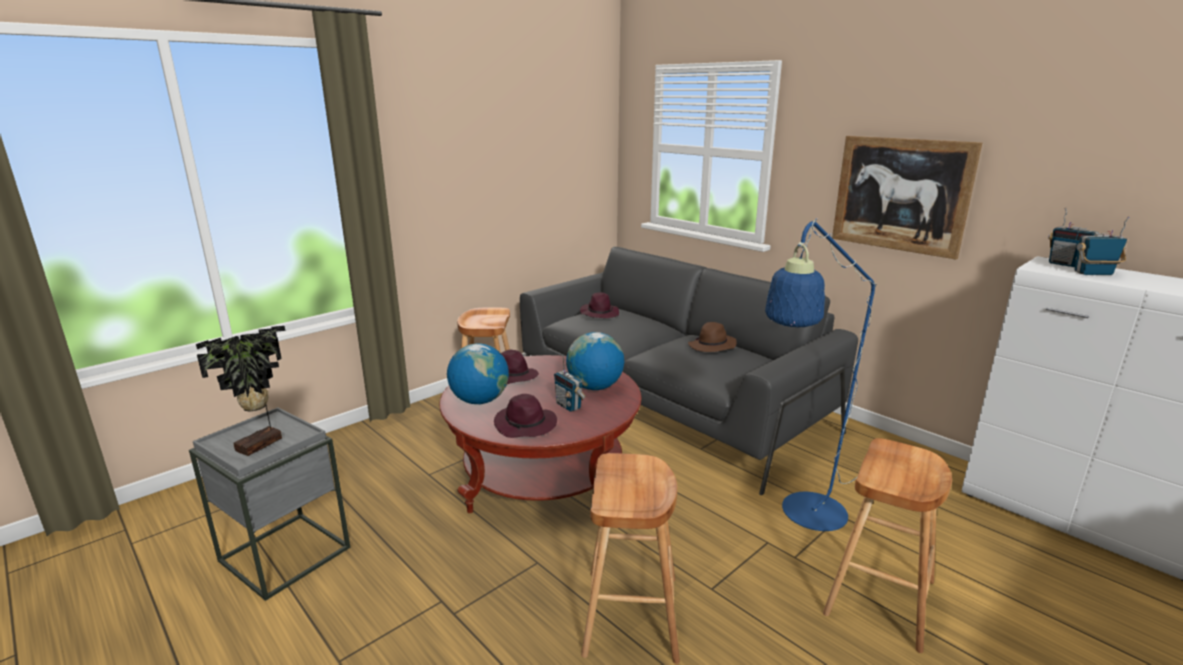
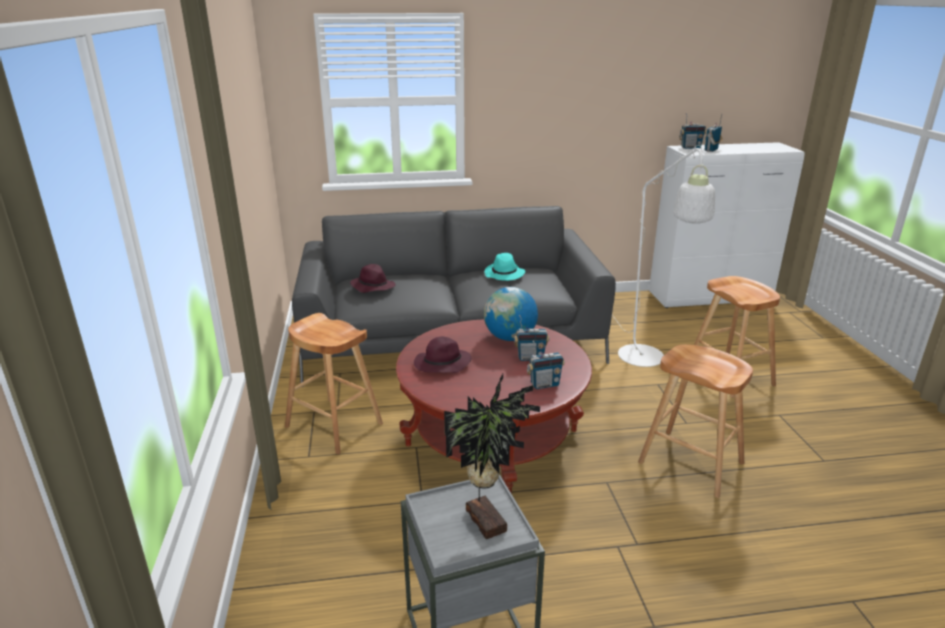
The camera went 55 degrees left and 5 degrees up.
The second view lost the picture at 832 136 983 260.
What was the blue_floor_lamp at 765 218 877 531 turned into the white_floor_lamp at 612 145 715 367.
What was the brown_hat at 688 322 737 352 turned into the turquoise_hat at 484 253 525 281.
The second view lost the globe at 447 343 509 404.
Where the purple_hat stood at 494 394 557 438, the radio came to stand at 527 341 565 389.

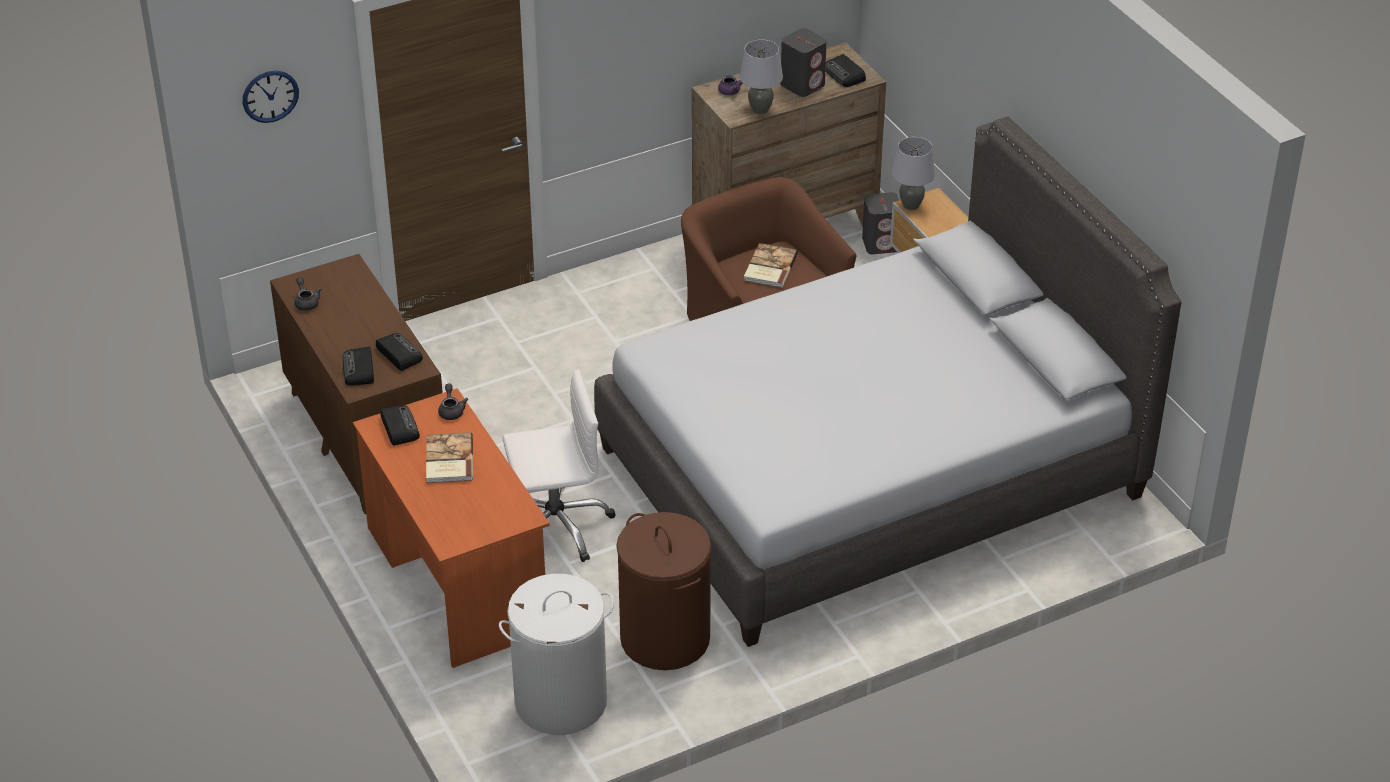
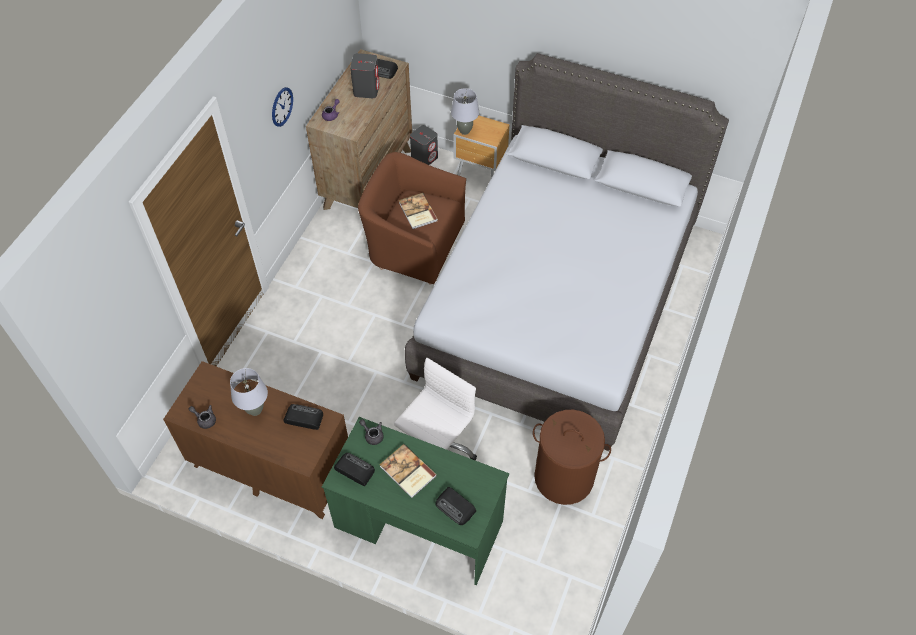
The camera went 40 degrees left and 15 degrees up.
The grey_table_lamp ended up elsewhere, having gone from 739 40 783 114 to 230 368 268 416.
The wall_clock ended up elsewhere, having gone from 243 71 299 123 to 272 87 293 127.
The radio ended up elsewhere, having gone from 343 347 374 385 to 435 487 476 525.
What was the orange_desk at 353 388 550 668 turned into the green_desk at 322 417 509 585.
The second view lost the white_laundry_basket at 499 574 614 735.

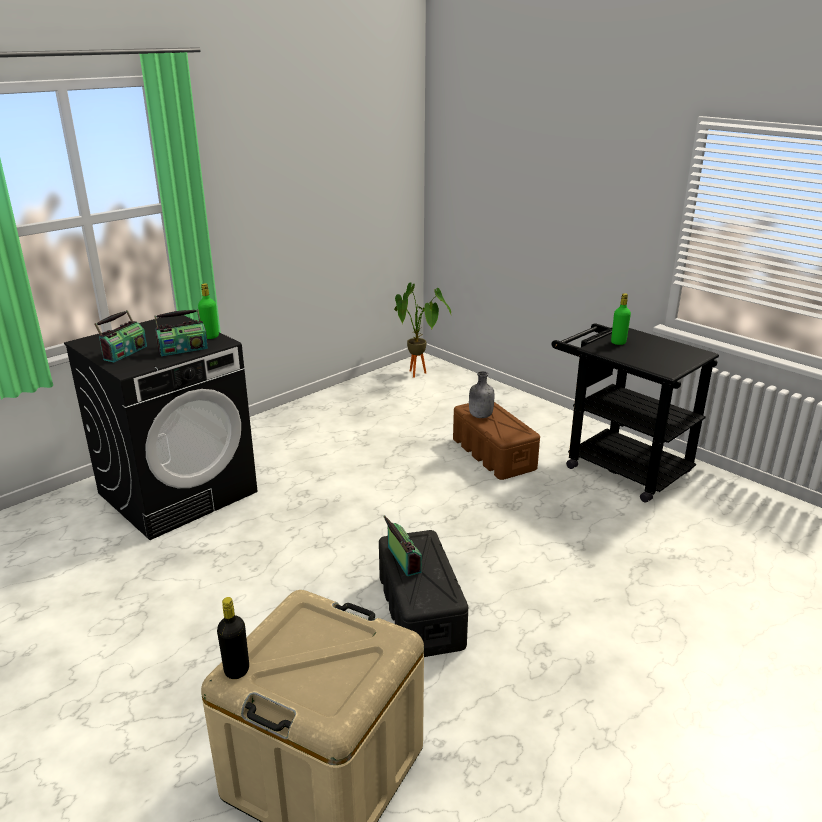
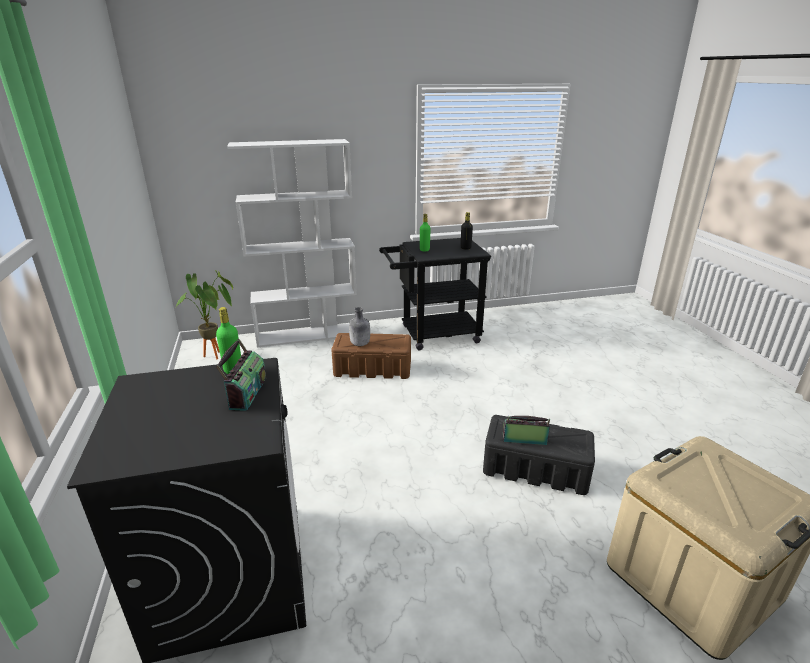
The camera went 60 degrees left and 0 degrees up.
The second view lost the radio at 94 310 147 362.
The black_bottle ended up elsewhere, having gone from 217 597 249 679 to 461 212 473 250.
The second view gained the white_bookcase at 227 139 357 347.

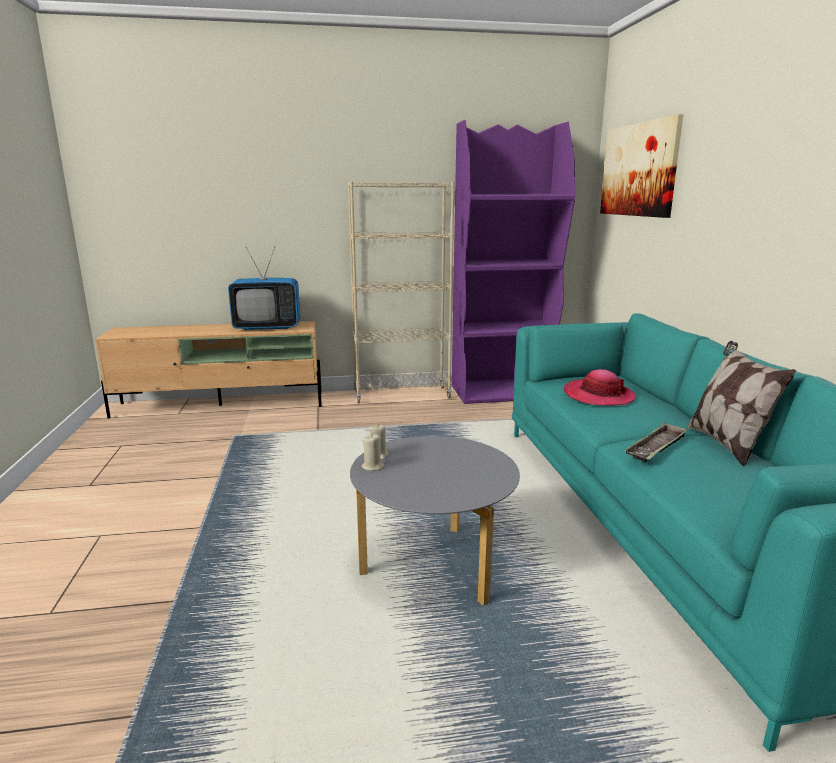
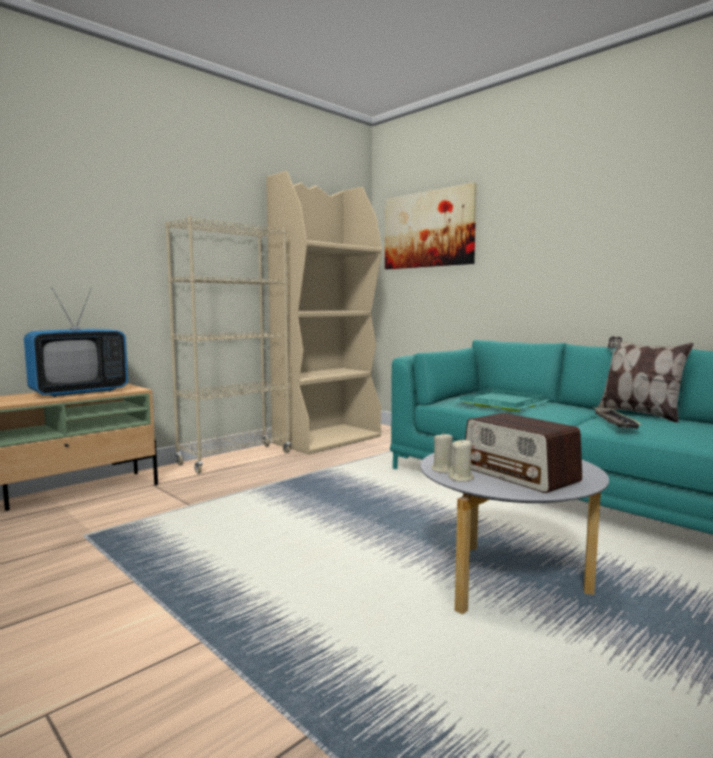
The camera went 35 degrees left and 10 degrees down.
What was the purple_bookcase at 452 120 575 404 turned into the beige_bookcase at 266 171 382 454.
Where the hat stood at 564 369 636 406, the turquoise_tray came to stand at 456 389 549 411.
The second view gained the radio at 465 413 582 493.

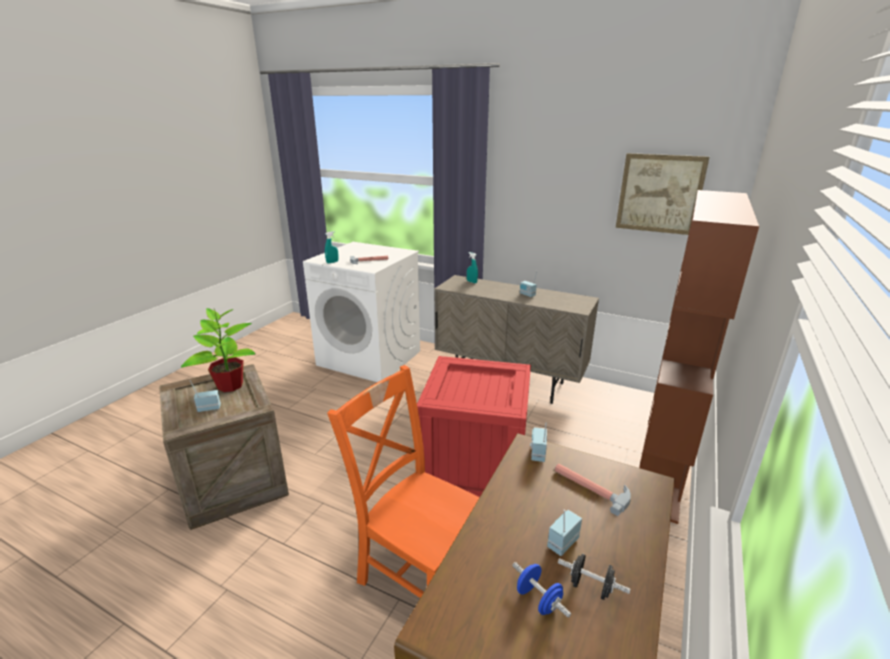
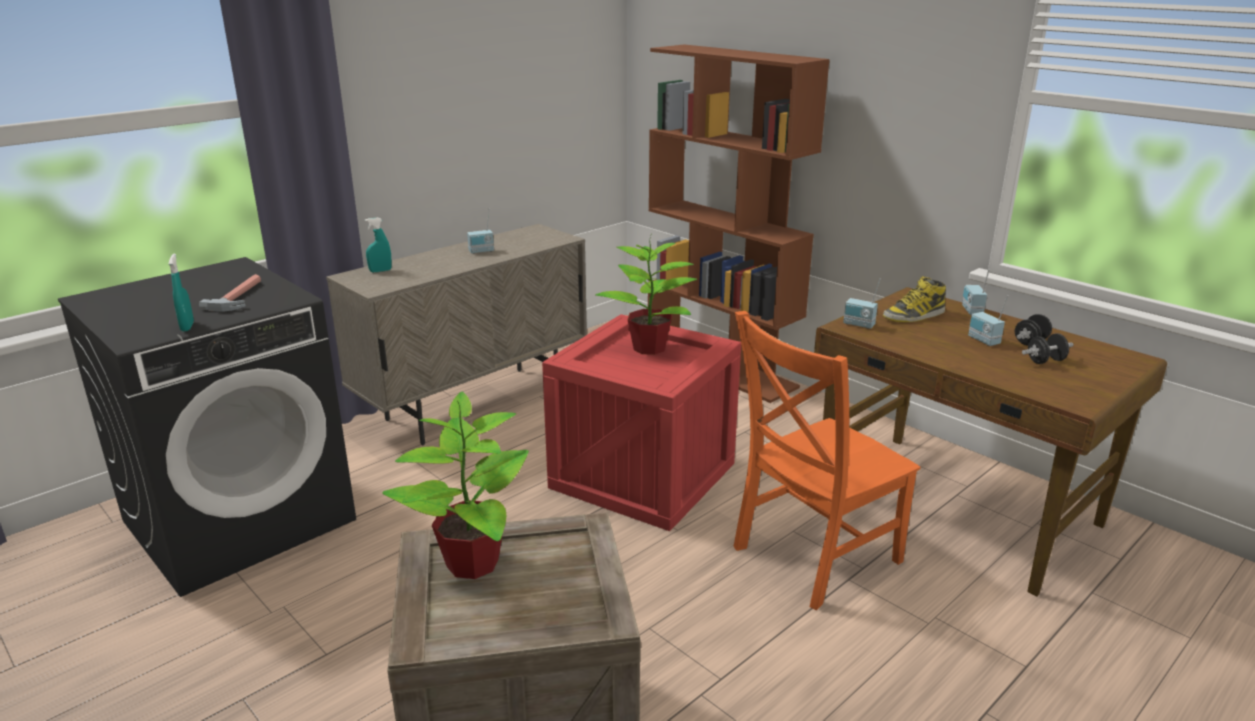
The camera went 70 degrees left and 0 degrees up.
The second view lost the picture at 616 153 709 235.
What was the white_washing_machine at 303 242 420 382 turned into the black_washing_machine at 58 257 356 597.
The radio ended up elsewhere, having gone from 190 380 221 412 to 962 269 990 315.
Where the hammer stood at 555 464 631 516, the boot came to stand at 883 276 946 322.
What was the blue_dumbbell at 512 562 571 618 turned into the black_dumbbell at 1022 333 1074 364.
The second view gained the potted_plant at 595 236 697 355.

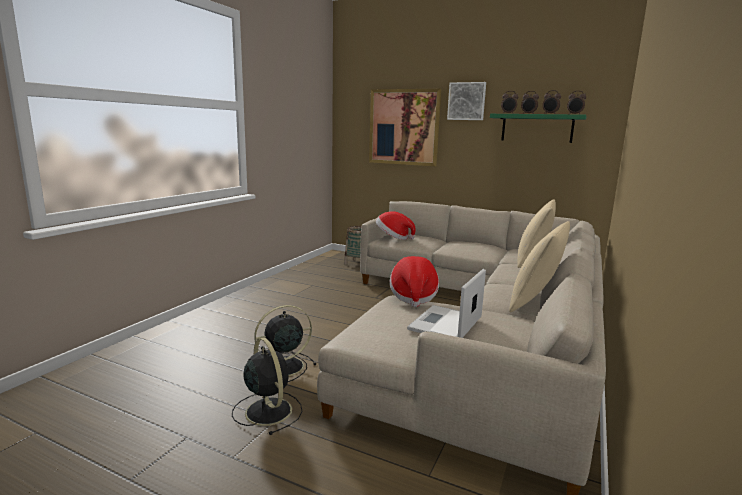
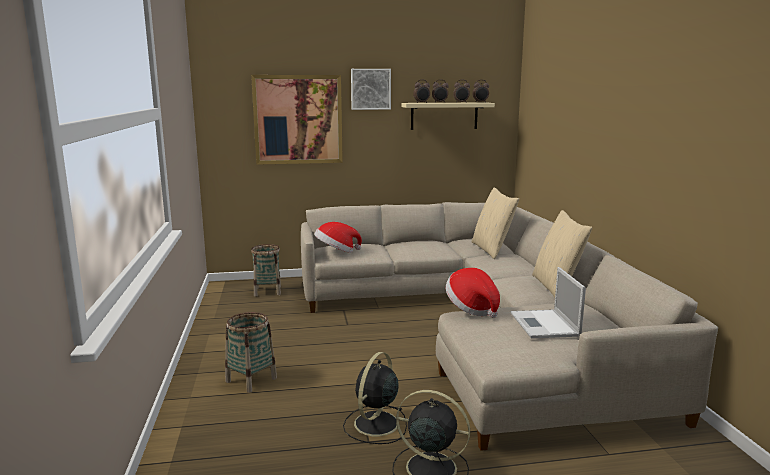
The camera went 35 degrees left and 0 degrees up.
What was the green_shelf at 490 114 587 143 turned into the beige_shelf at 401 103 495 130.
The second view gained the basket at 225 312 277 393.

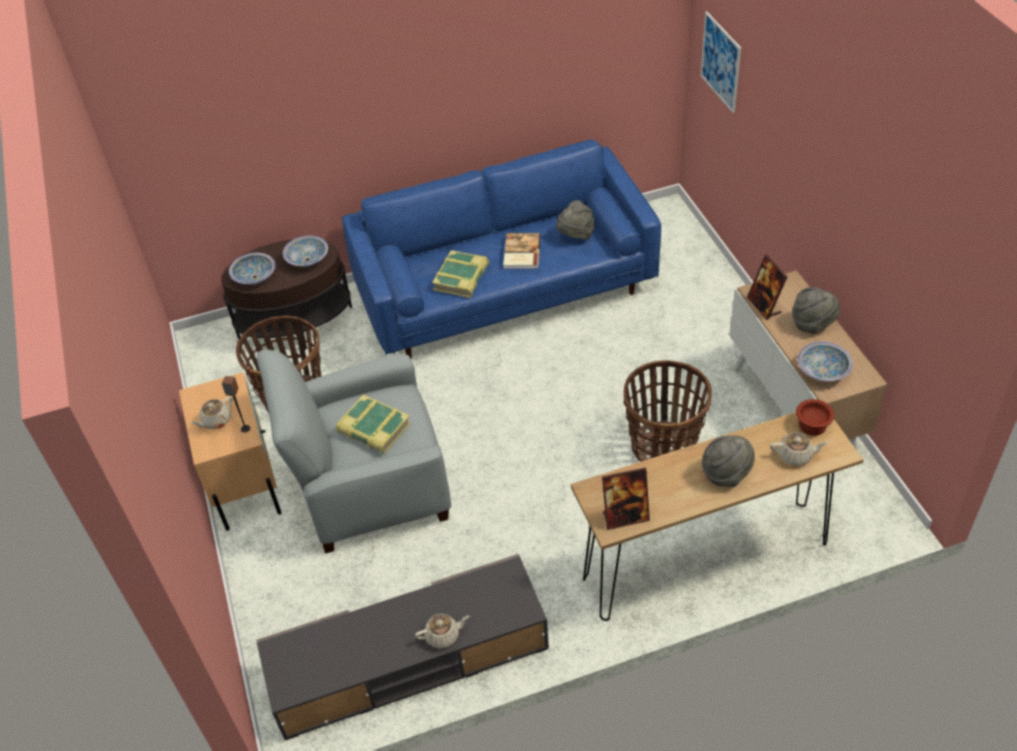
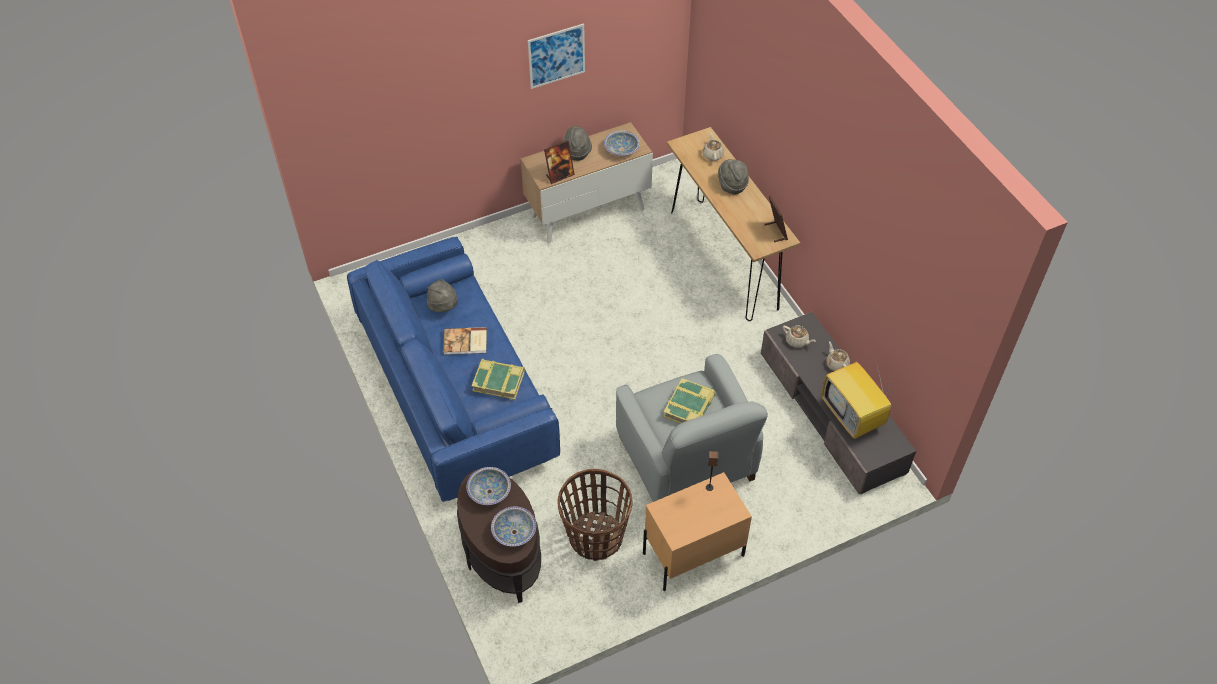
The camera went 100 degrees left and 5 degrees up.
The picture ended up elsewhere, having gone from 701 11 741 113 to 528 23 585 89.
The second view lost the basket at 623 360 712 461.
The beige_teapot ended up elsewhere, having gone from 191 396 233 429 to 783 326 816 348.
The second view lost the brown_bowl at 796 399 834 435.
The second view gained the television at 821 362 894 439.

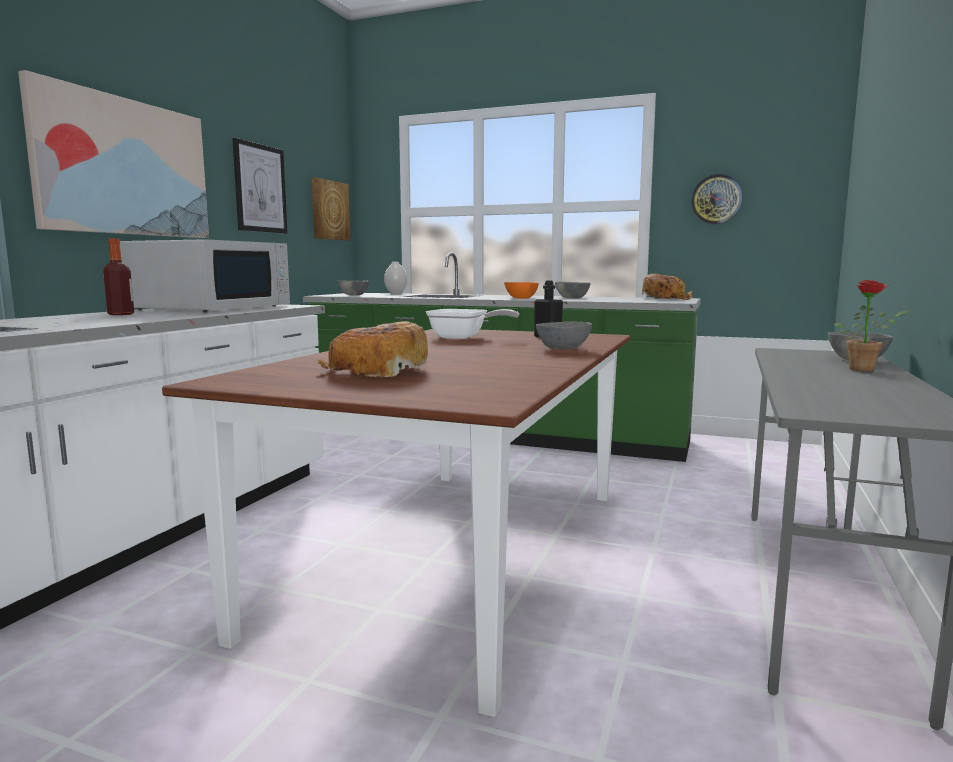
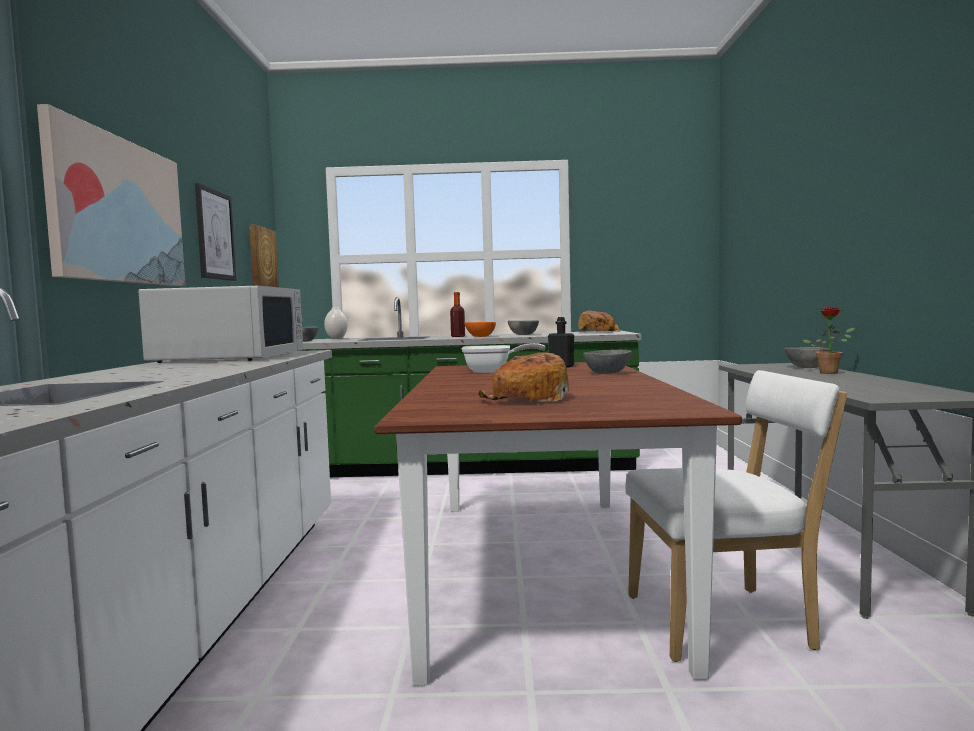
The camera went 20 degrees left and 5 degrees down.
The second view lost the wall_clock at 691 174 743 224.
The bottle ended up elsewhere, having gone from 103 239 134 315 to 450 292 465 337.
The second view gained the white_chair at 625 370 847 662.

